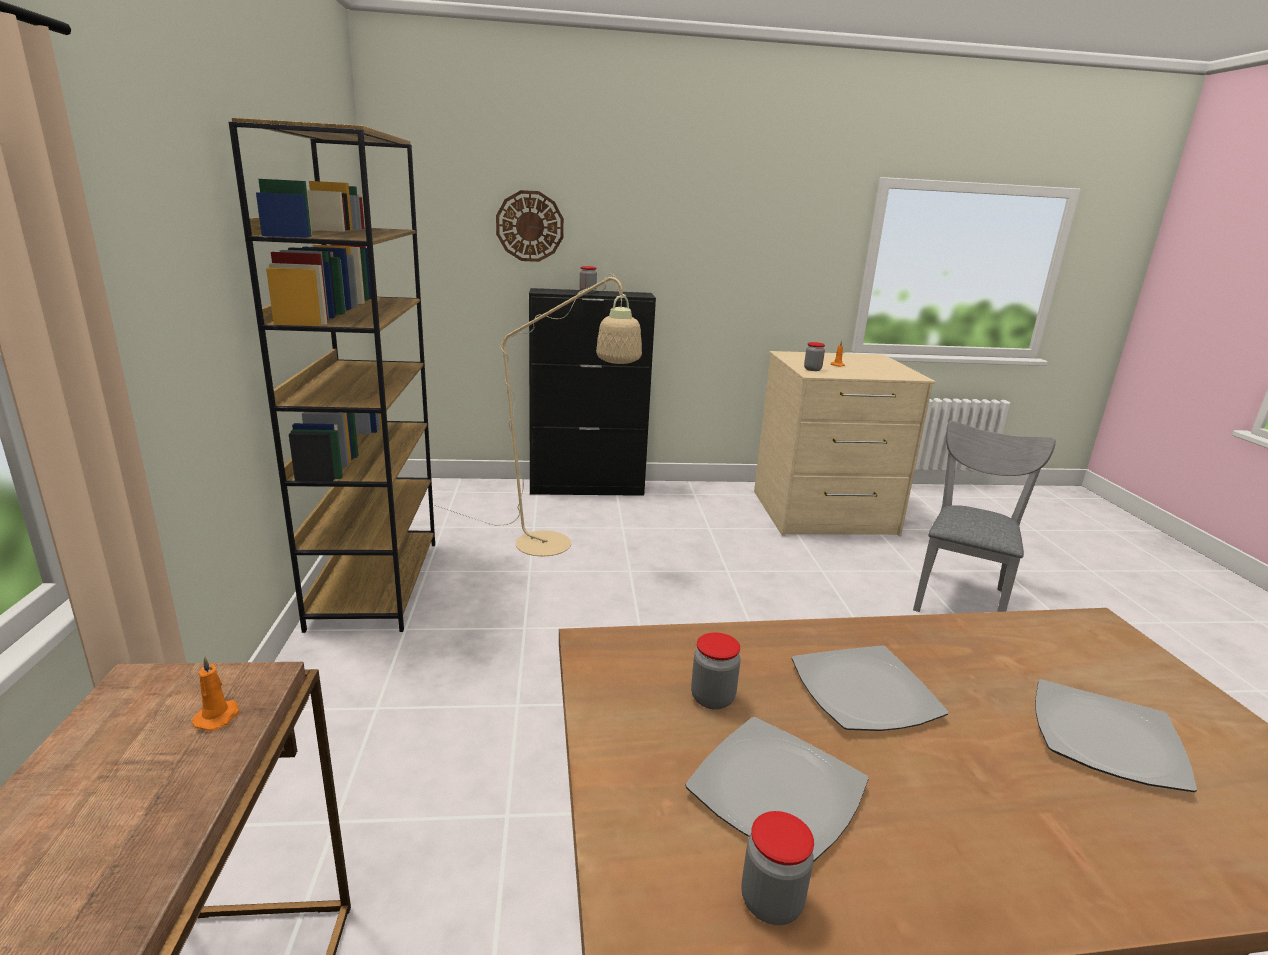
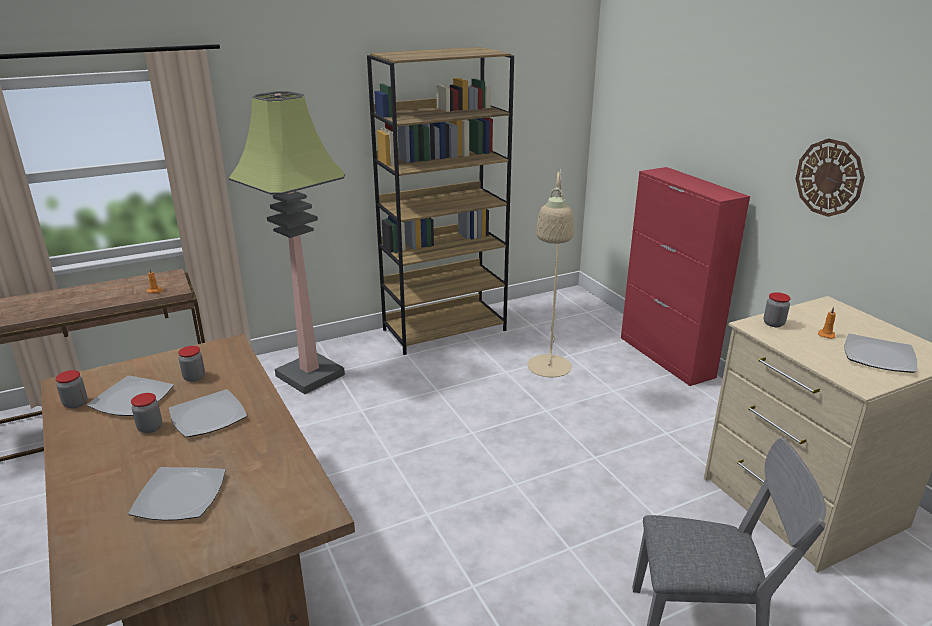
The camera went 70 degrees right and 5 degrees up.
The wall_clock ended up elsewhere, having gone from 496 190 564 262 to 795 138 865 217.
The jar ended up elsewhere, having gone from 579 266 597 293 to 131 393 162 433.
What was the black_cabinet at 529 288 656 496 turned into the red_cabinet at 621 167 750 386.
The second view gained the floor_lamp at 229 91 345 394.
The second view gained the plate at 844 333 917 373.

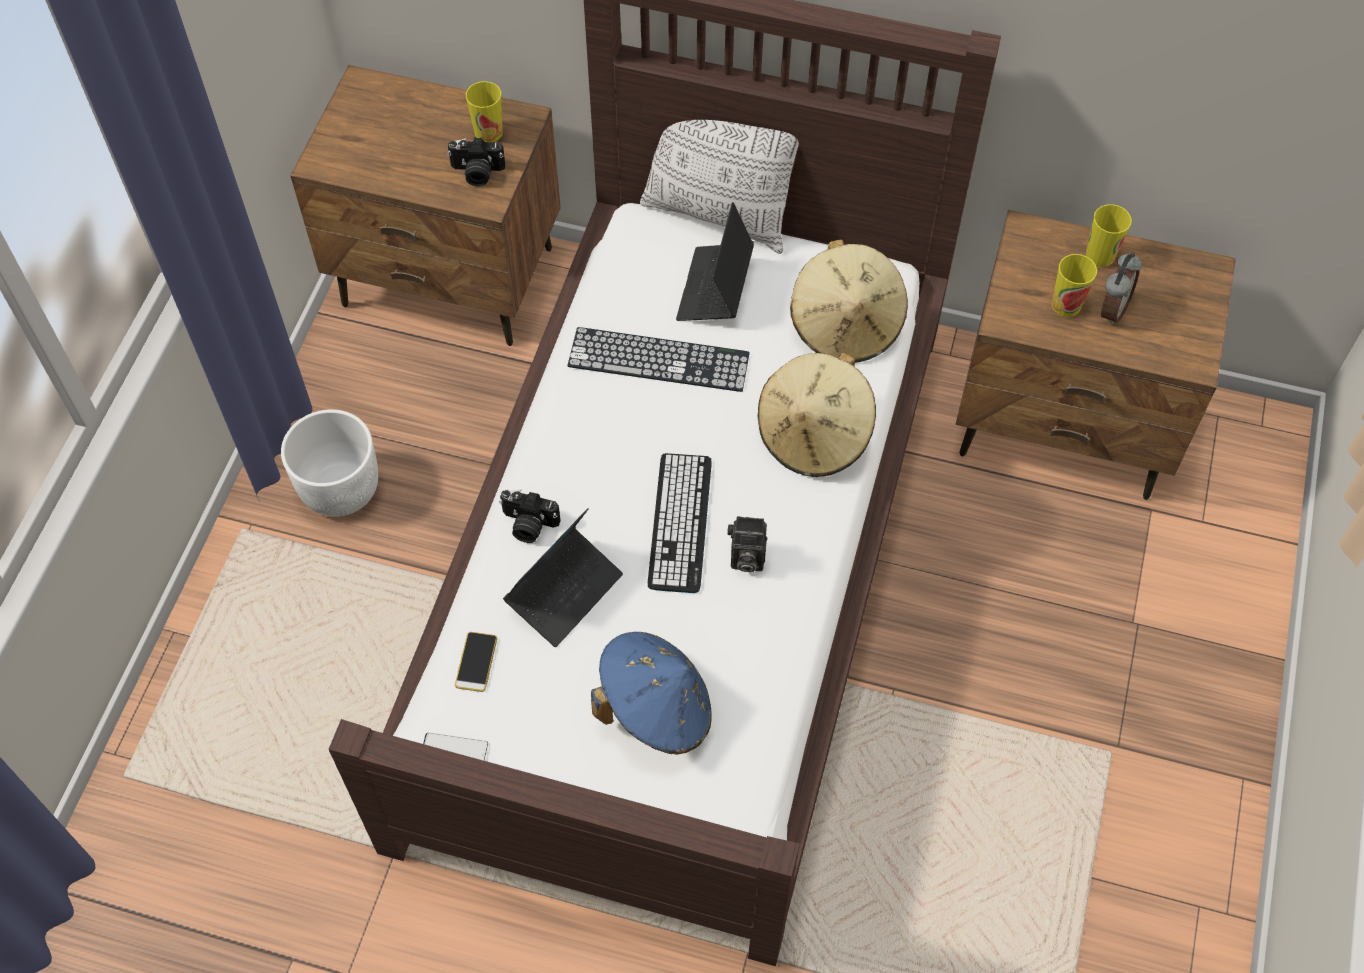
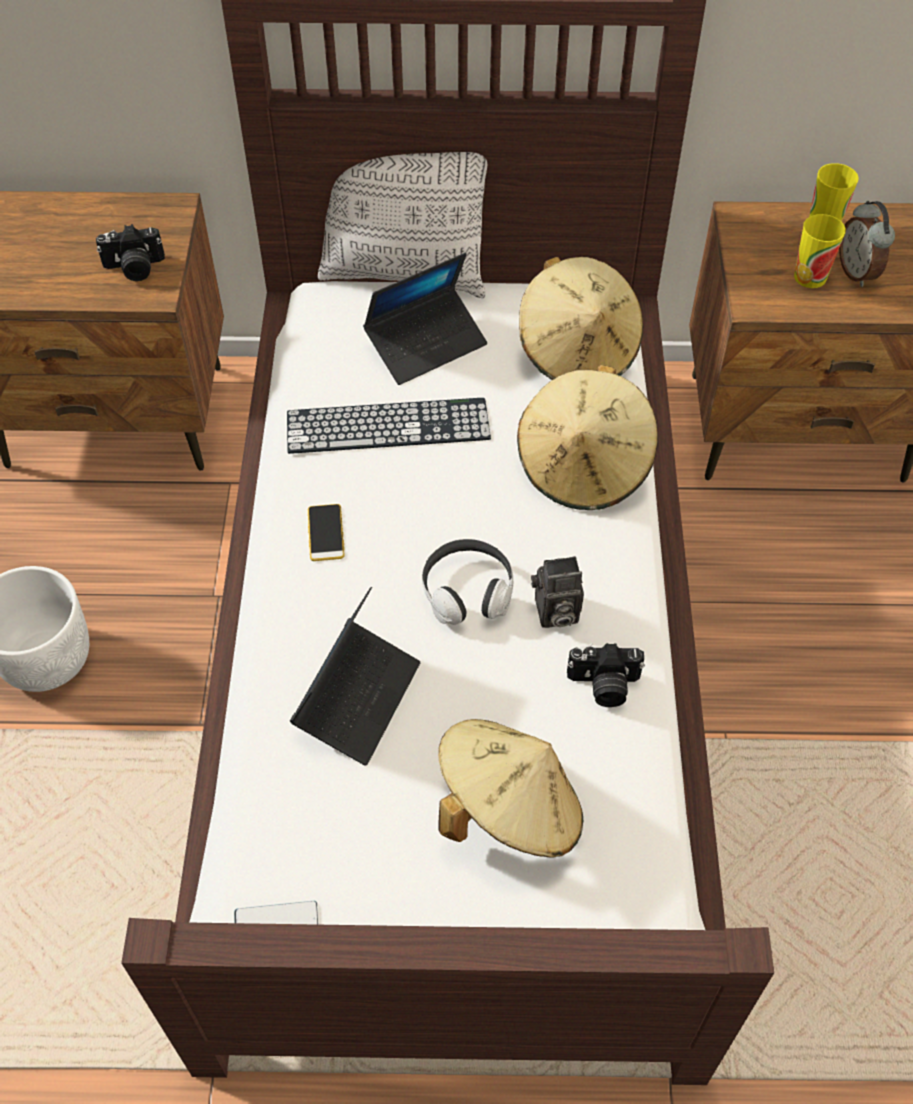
The camera went 15 degrees left and 5 degrees down.
The second view lost the cup at 466 81 503 142.
The laptop at 676 202 754 321 ended up facing another way, 120 degrees counterclockwise from before.
The alarm_clock at 1101 253 1142 325 ended up facing another way, 150 degrees clockwise from before.
Where the keyboard stood at 648 453 712 593, the headphones came to stand at 422 539 513 625.
The photo_camera ended up elsewhere, having gone from 499 489 561 543 to 567 643 645 707.
The phone ended up elsewhere, having gone from 455 632 497 692 to 308 504 345 561.
What was the blue_hat at 591 632 712 755 turned into the beige_hat at 438 719 583 858.

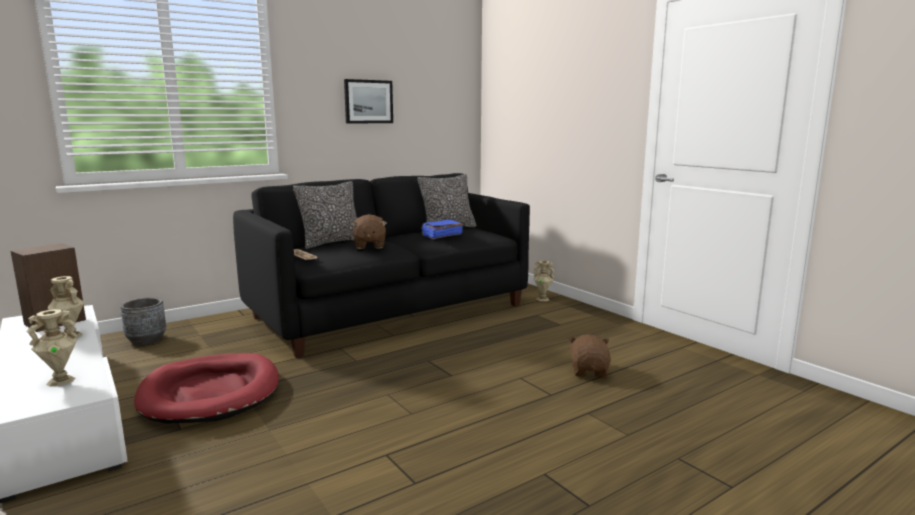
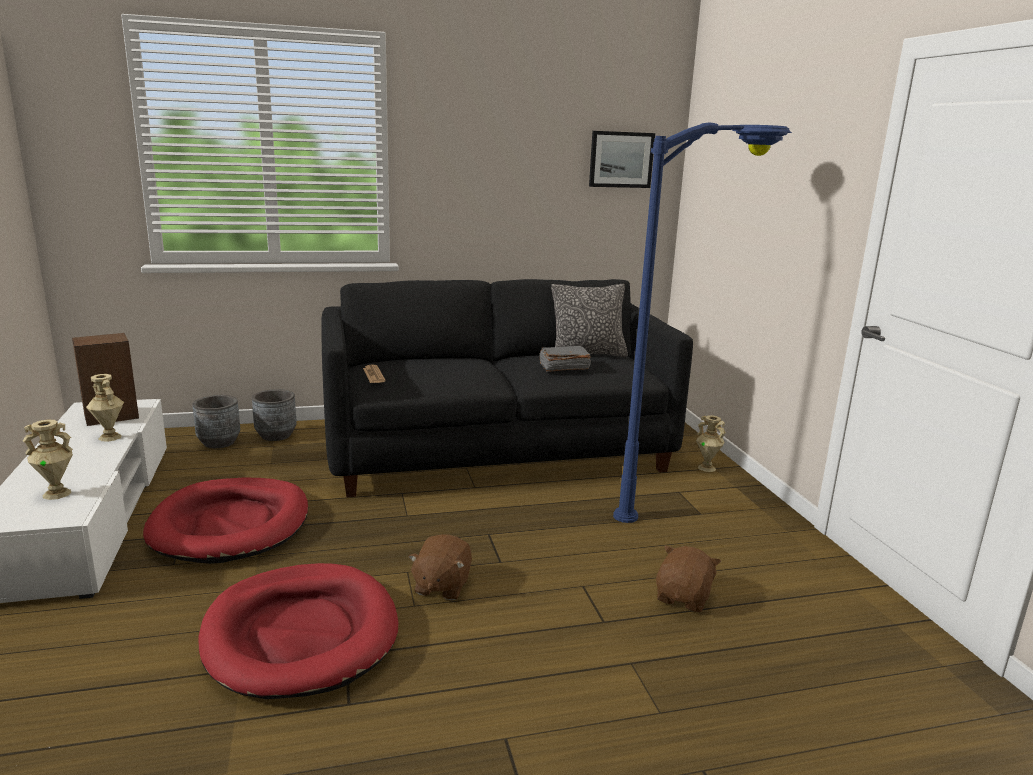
The camera went 20 degrees right and 5 degrees up.
The picture ended up elsewhere, having gone from 344 79 393 124 to 589 131 655 188.
The second view lost the pillow at 293 181 357 249.
The brown_plush_toy ended up elsewhere, having gone from 351 214 387 249 to 408 534 472 600.
What was the blue_book at 421 220 463 239 turned into the grey_book at 539 346 591 372.
The second view gained the blue_floor_lamp at 613 123 792 523.
The second view gained the grey_planter at 252 389 297 441.
The second view gained the red_dog_bed at 199 563 398 699.

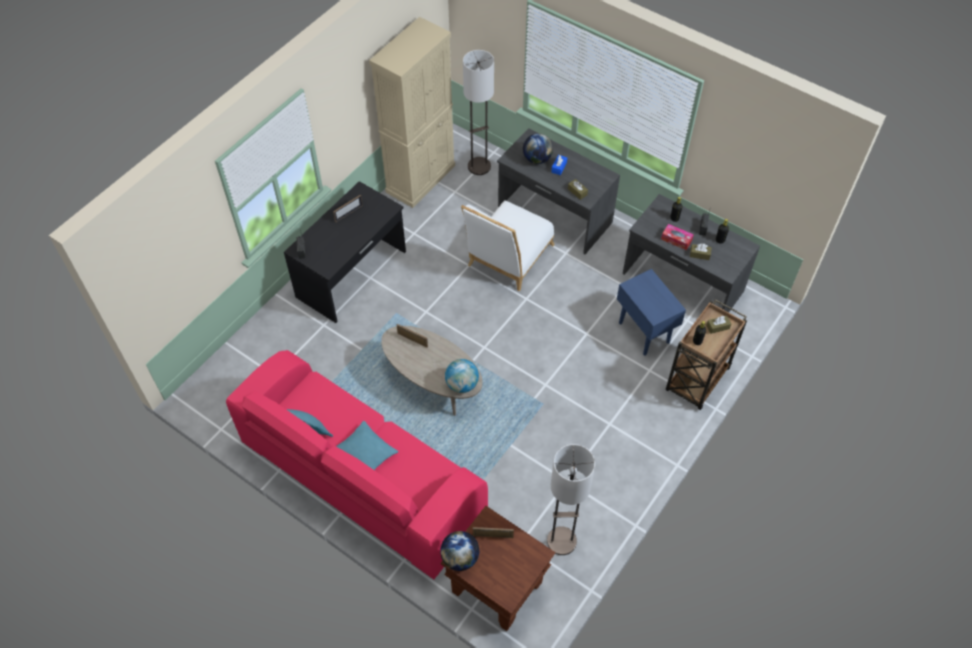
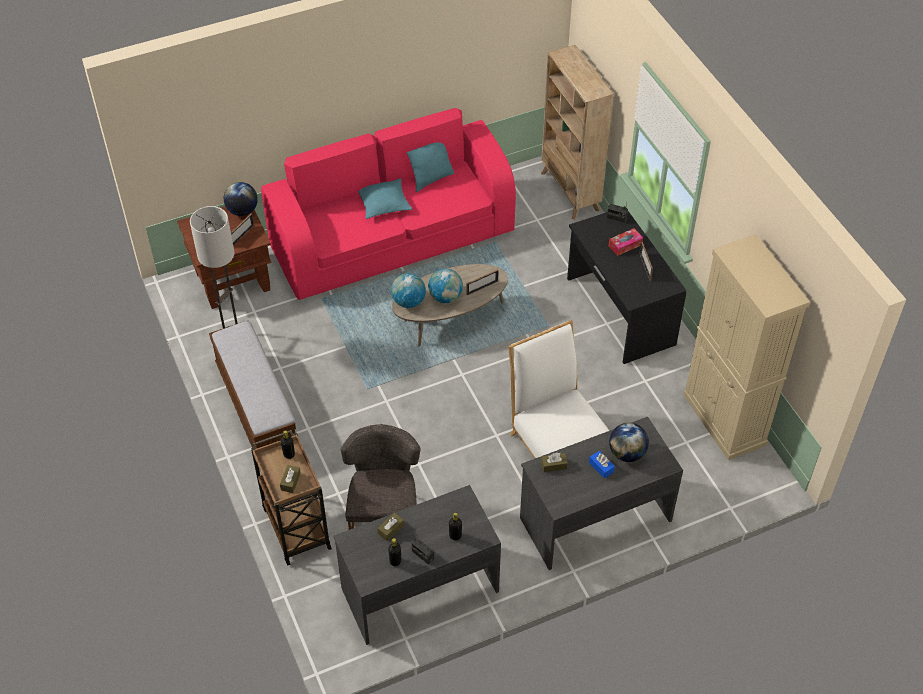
The camera went 120 degrees right and 5 degrees down.
The second view lost the floor_lamp at 463 50 494 175.
The tissue_box ended up elsewhere, having gone from 661 224 694 250 to 609 228 643 256.
Where the blue_side_table stood at 617 269 686 356, the grey_chair came to stand at 341 424 421 530.
The second view gained the beige_bookcase at 541 45 614 220.
The second view gained the globe at 428 269 463 303.
The second view gained the bench at 209 321 296 449.

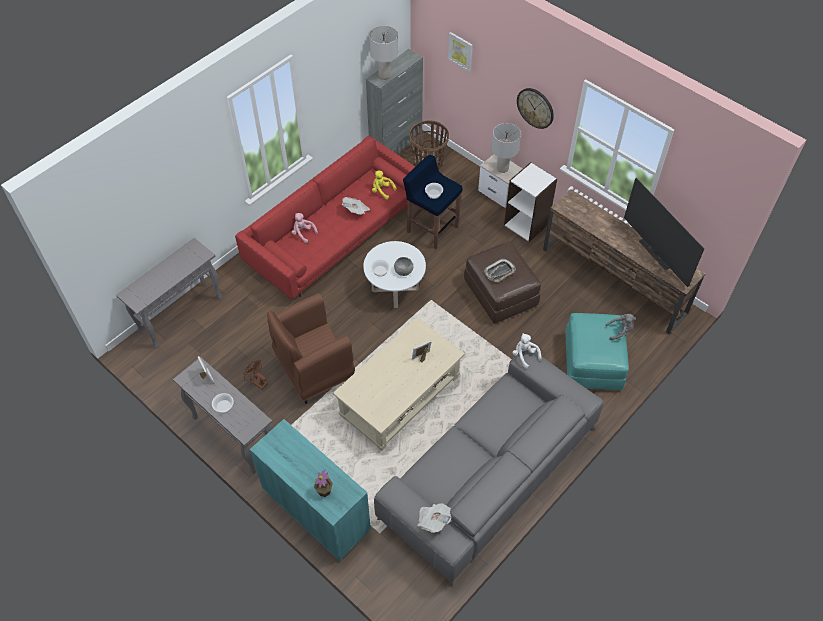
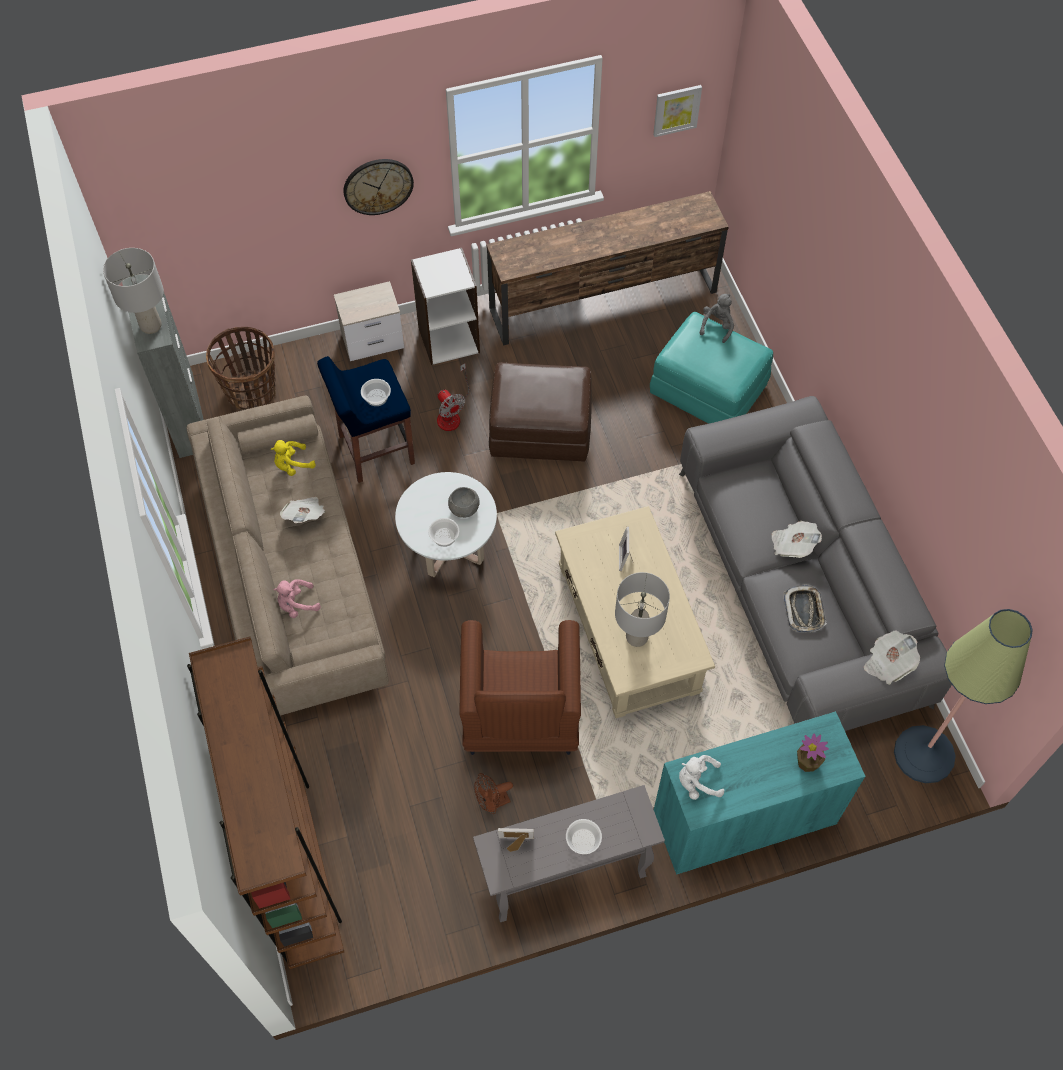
The camera went 60 degrees left and 5 degrees up.
The picture ended up elsewhere, having gone from 448 32 473 72 to 653 85 702 137.
The grey_table_lamp ended up elsewhere, having gone from 491 123 521 173 to 615 572 670 647.
What was the red_sofa at 235 136 415 299 turned into the beige_sofa at 187 396 389 715.
The second view lost the television at 624 178 704 287.
Where the grey_console_table stood at 116 238 222 348, the brown_bookcase came to stand at 187 636 344 969.
The tray ended up elsewhere, having gone from 484 259 516 282 to 784 585 827 632.
The white_plush_toy ended up elsewhere, having gone from 512 333 542 368 to 679 755 725 800.
The second view gained the fan at 437 363 469 431.
The second view gained the newspaper at 771 521 822 558.
The second view gained the floor_lamp at 894 609 1033 783.

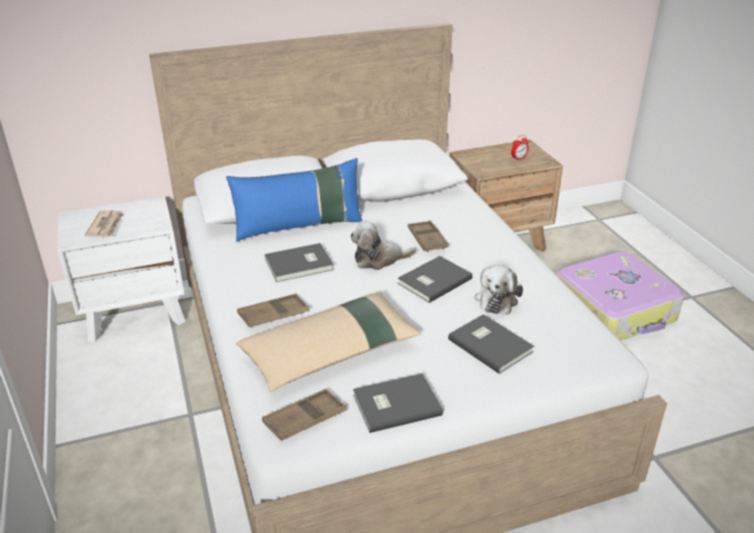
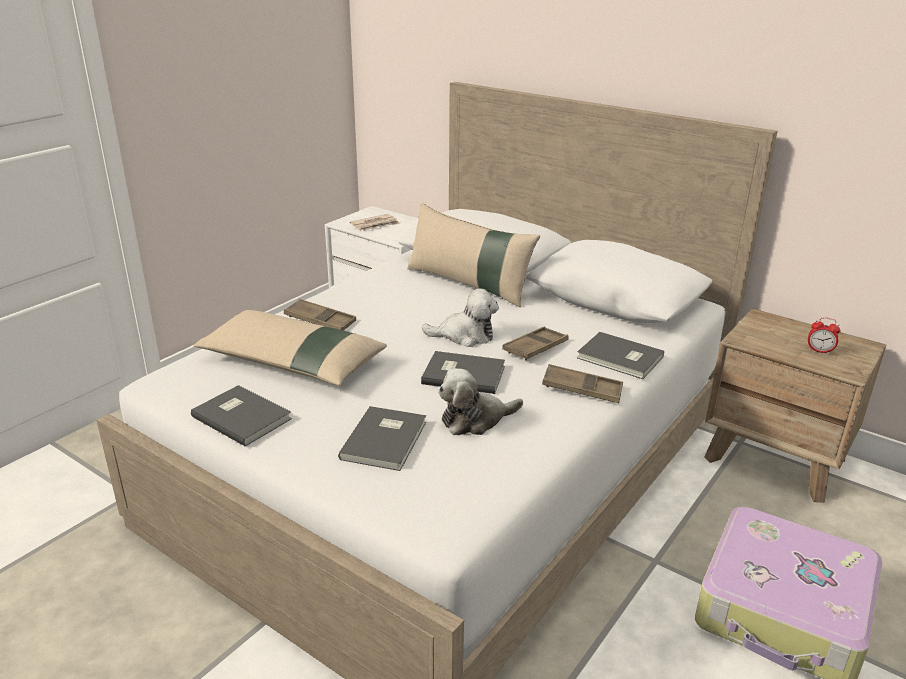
The camera went 55 degrees right and 5 degrees down.
What was the blue_pillow at 226 158 363 242 turned into the beige_pillow at 407 203 540 307.
The plush_toy at 350 221 416 270 ended up facing another way, 135 degrees clockwise from before.
The grey_book ended up elsewhere, having gone from 265 243 334 282 to 577 332 664 379.
The brown_tray ended up elsewhere, having gone from 262 389 346 441 to 542 364 623 403.

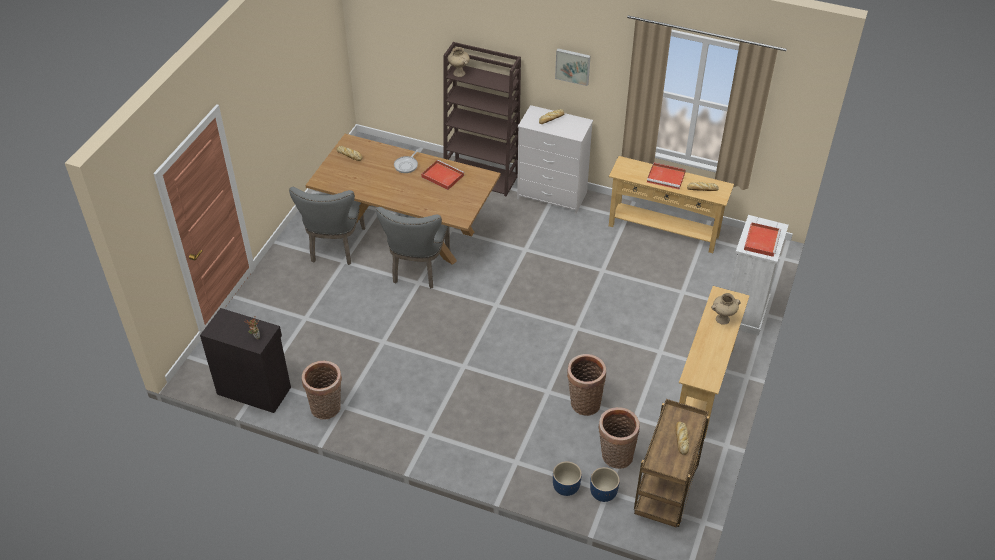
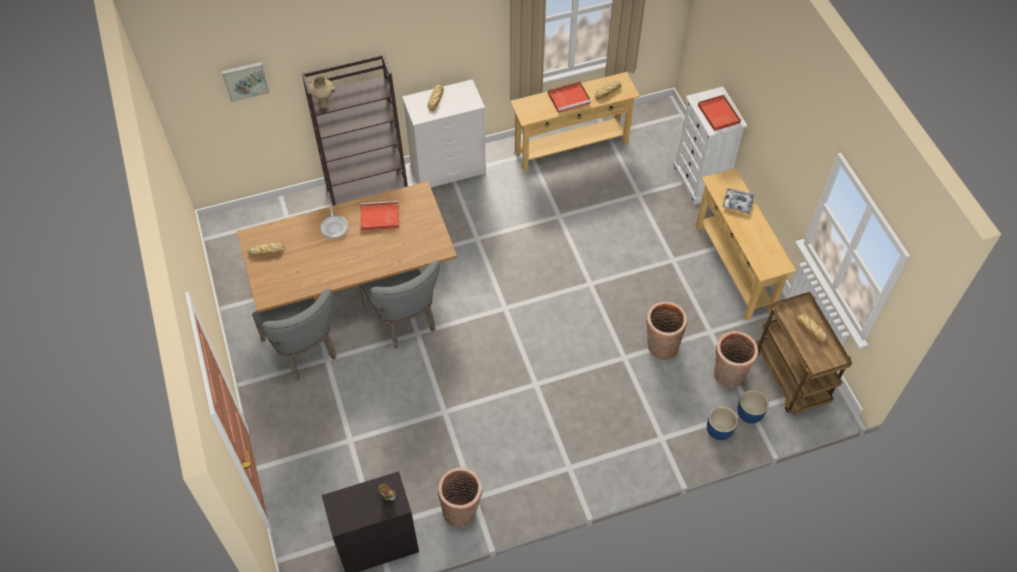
The camera went 40 degrees left and 10 degrees up.
The picture ended up elsewhere, having gone from 555 48 591 86 to 222 62 270 102.
Where the beige_vase stood at 711 293 741 325, the tray came to stand at 722 188 755 215.

